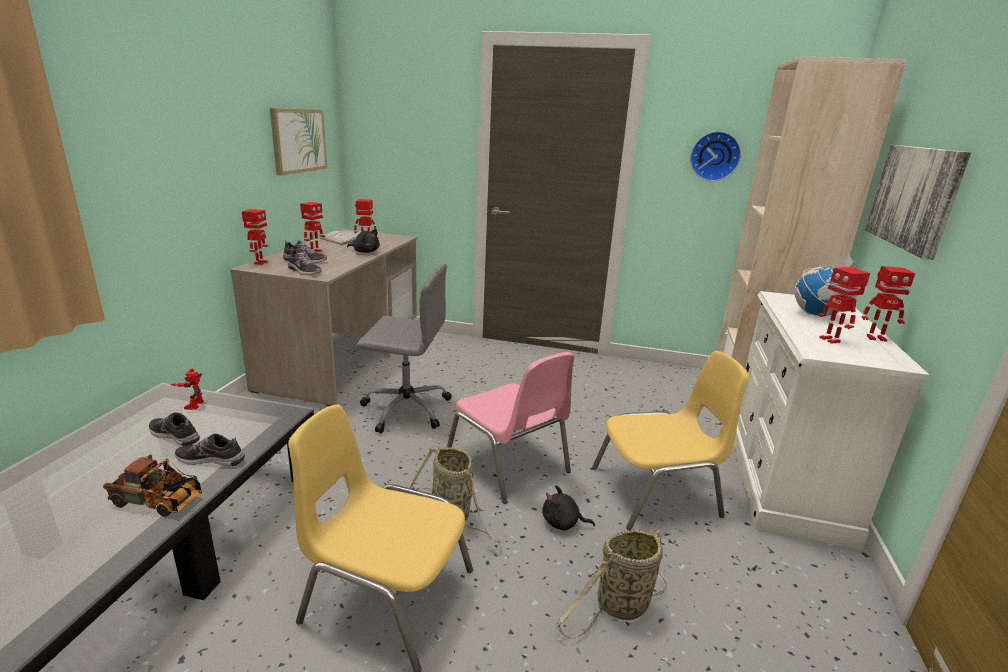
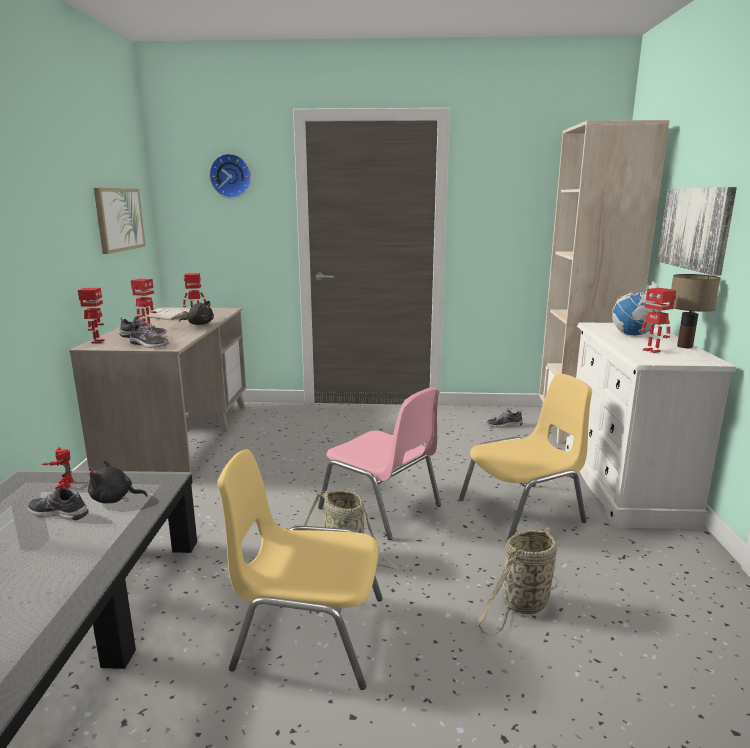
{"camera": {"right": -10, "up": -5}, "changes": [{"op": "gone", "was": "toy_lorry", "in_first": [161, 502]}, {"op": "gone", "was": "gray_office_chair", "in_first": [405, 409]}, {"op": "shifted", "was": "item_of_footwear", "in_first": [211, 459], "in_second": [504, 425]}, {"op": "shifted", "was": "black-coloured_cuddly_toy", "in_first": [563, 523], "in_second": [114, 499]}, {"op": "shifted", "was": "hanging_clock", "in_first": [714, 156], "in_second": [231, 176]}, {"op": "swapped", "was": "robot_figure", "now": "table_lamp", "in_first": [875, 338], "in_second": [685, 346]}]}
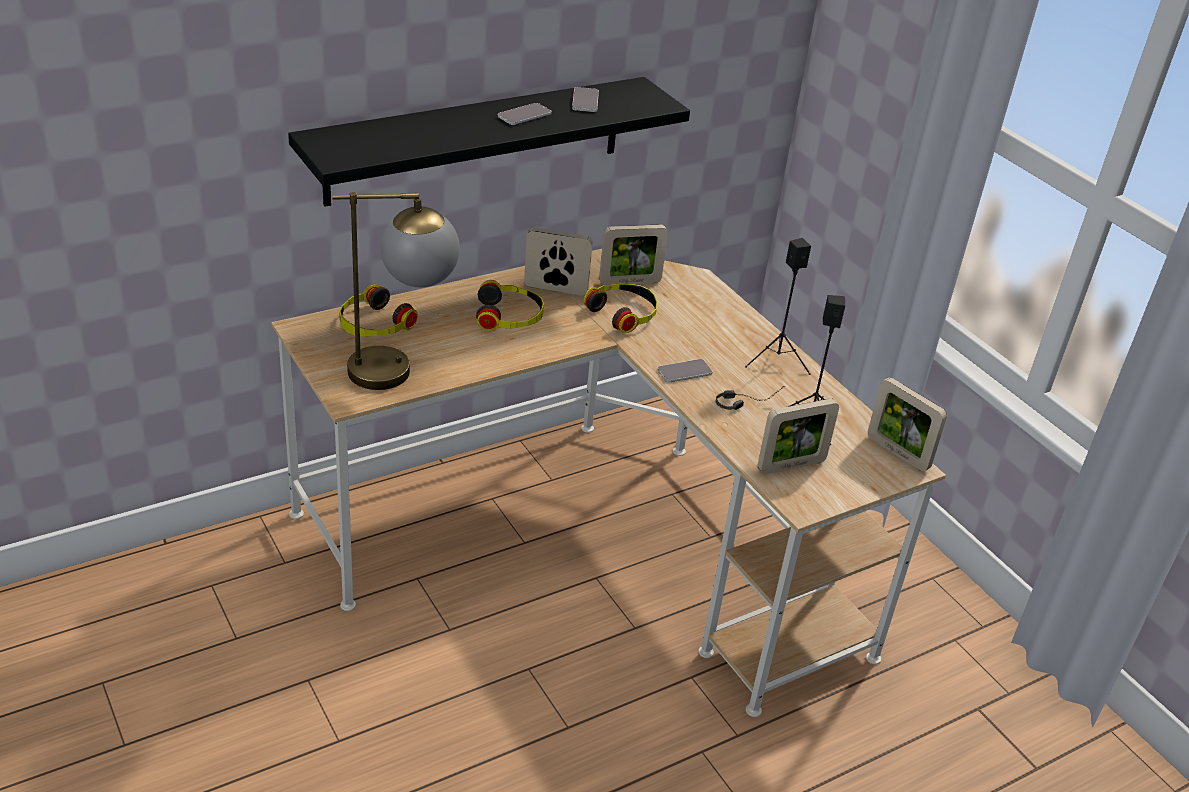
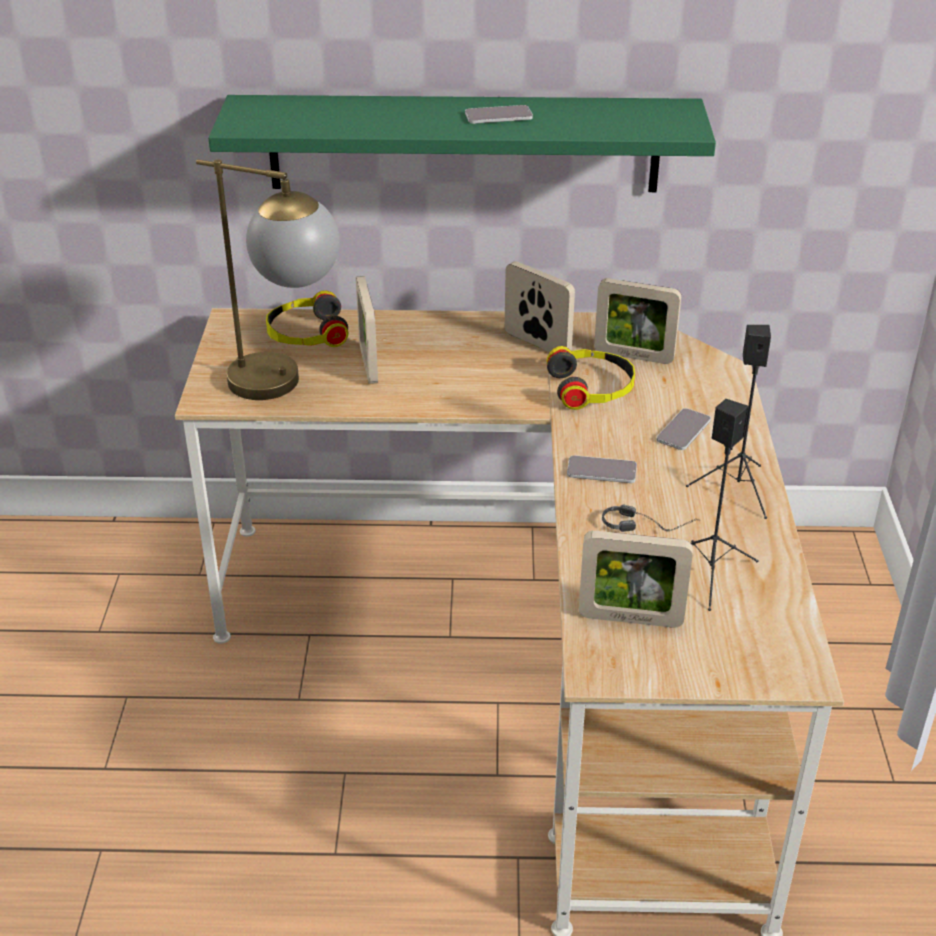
{"camera": {"right": 35, "up": 0}, "changes": [{"op": "gone", "was": "headphones", "in_first": [509, 316]}, {"op": "shifted", "was": "phone", "in_first": [585, 101], "in_second": [683, 430]}, {"op": "shifted", "was": "standing_frame", "in_first": [897, 453], "in_second": [368, 364]}, {"op": "repainted", "was": "black-coloured_bracket_shelf", "now": "green-coloured_bracket_shelf", "in_first": [477, 140], "in_second": [464, 143]}]}
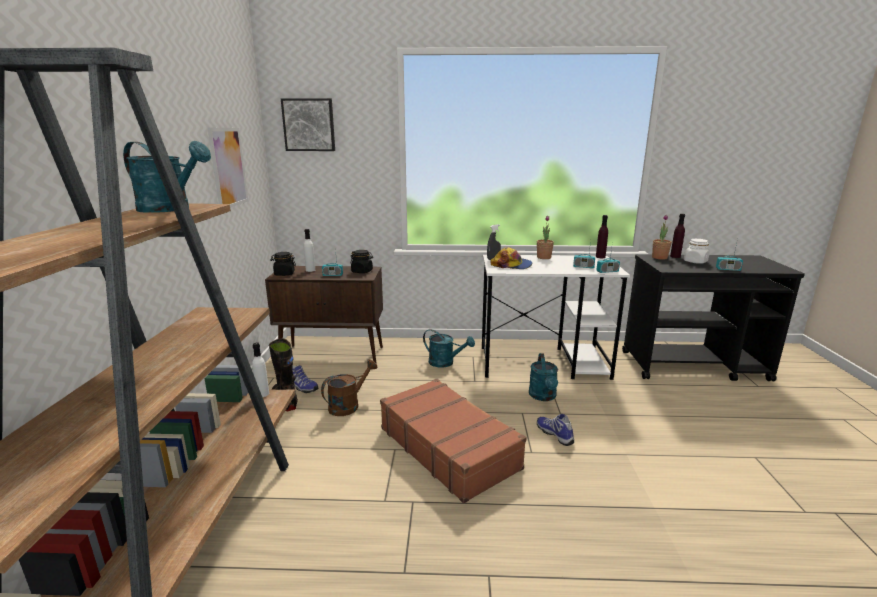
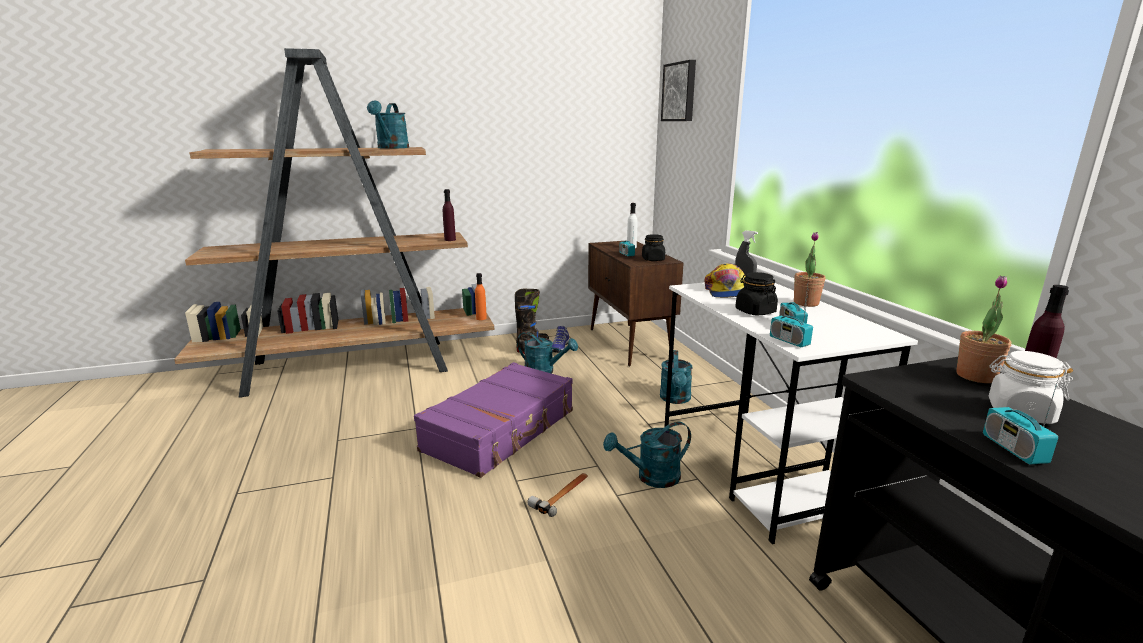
{"camera": {"right": 70, "up": 0}, "changes": [{"op": "gone", "was": "picture", "in_first": [228, 167]}, {"op": "shifted", "was": "black-coloured_preserve_jar", "in_first": [284, 274], "in_second": [755, 311]}, {"op": "shifted", "was": "purplish_bottle", "in_first": [600, 257], "in_second": [450, 240]}, {"op": "swapped", "was": "item_of_footwear", "now": "hammer", "in_first": [555, 434], "in_second": [562, 495]}, {"op": "repainted", "was": "white-coloured_bottle", "now": "orange-coloured_bottle", "in_first": [262, 394], "in_second": [481, 318]}, {"op": "repainted", "was": "brown_sprinkling_can", "now": "turquoise_sprinkling_can", "in_first": [348, 405], "in_second": [544, 371]}, {"op": "repainted", "was": "brown_piece_of_luggage", "now": "purplish_piece_of_luggage", "in_first": [448, 447], "in_second": [501, 430]}]}
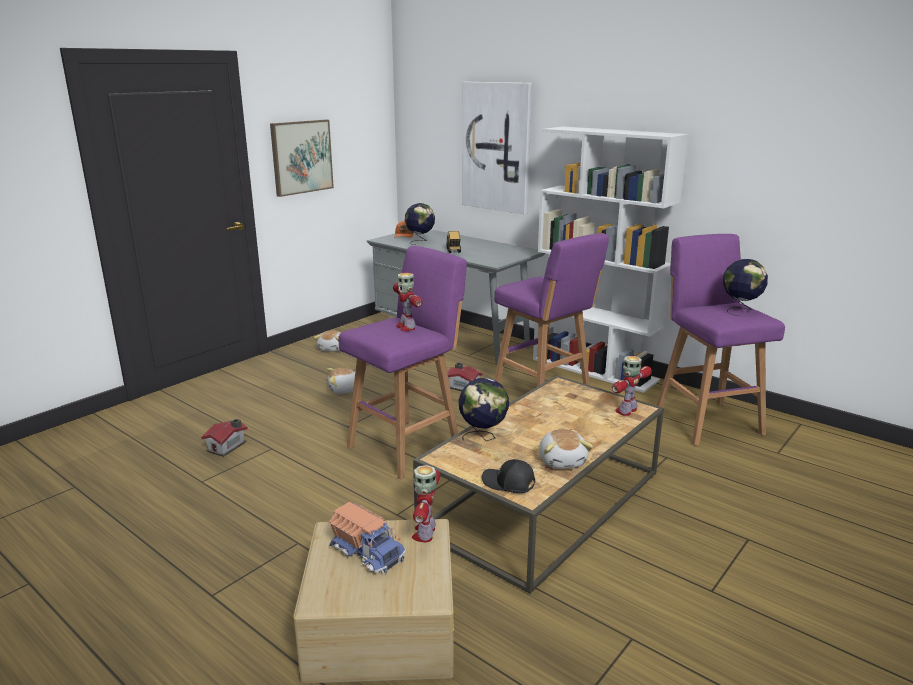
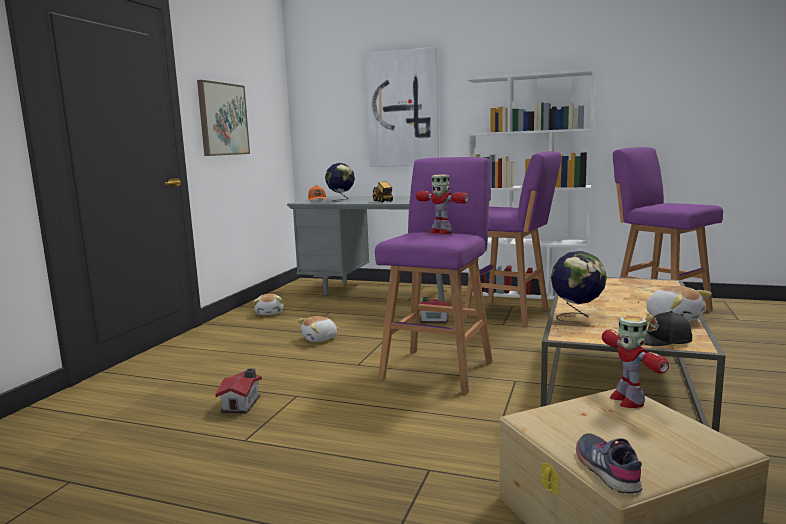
{"camera": {"right": -20, "up": -10}, "changes": [{"op": "gone", "was": "toy_lorry", "in_first": [368, 551]}, {"op": "gone", "was": "robot_figure", "in_first": [627, 410]}, {"op": "gone", "was": "world_globe", "in_first": [740, 310]}, {"op": "new", "now": "gray_item_of_footwear", "in_second": [607, 470]}]}
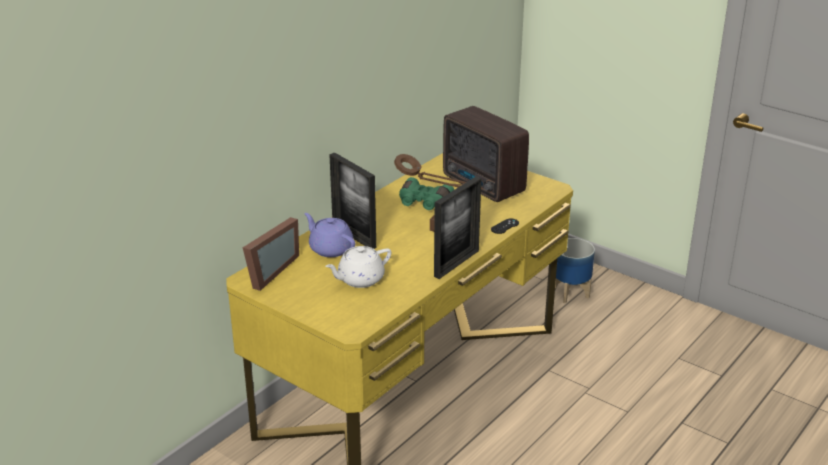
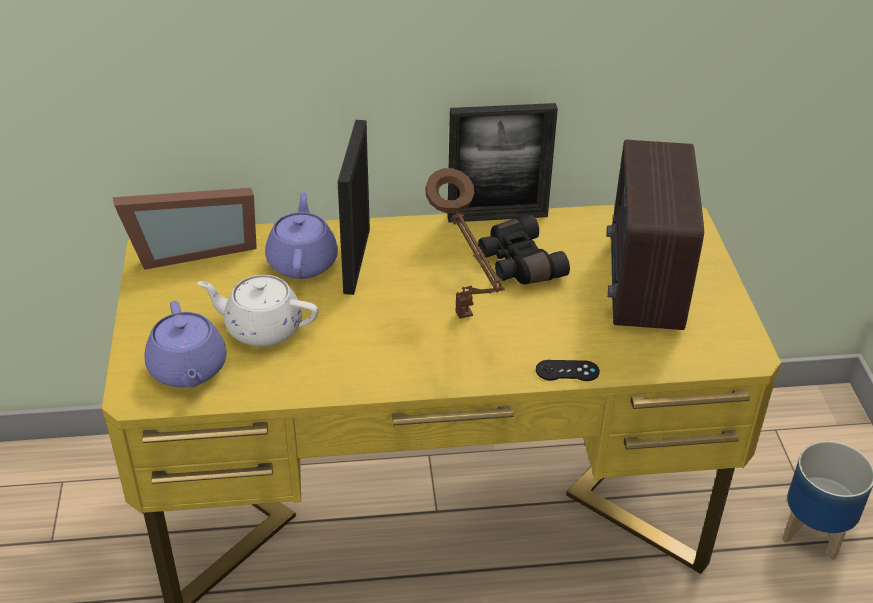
{"camera": {"right": 45, "up": 10}, "changes": [{"op": "new", "now": "purplish_tea_pot", "in_second": [188, 370]}, {"op": "shifted", "was": "standing_frame", "in_first": [456, 263], "in_second": [497, 216]}, {"op": "repainted", "was": "green-coloured_field_glasses", "now": "black-coloured_field_glasses", "in_first": [423, 203], "in_second": [518, 264]}]}
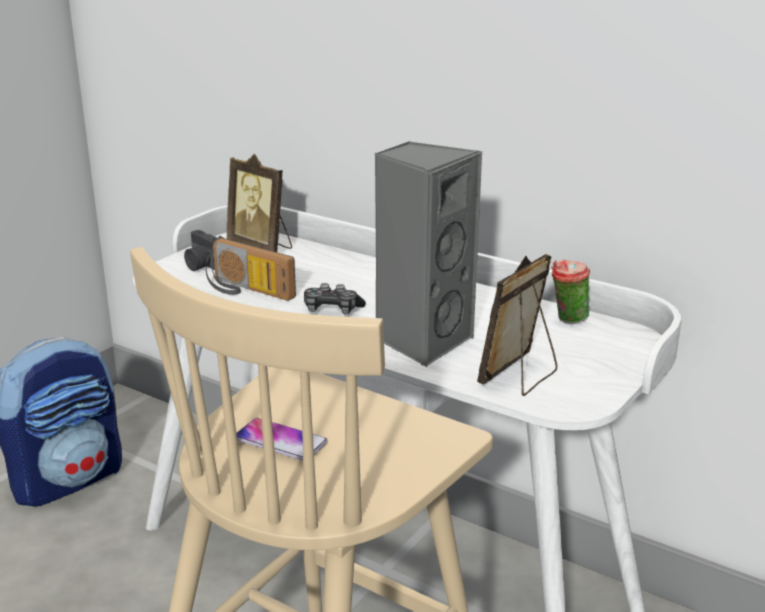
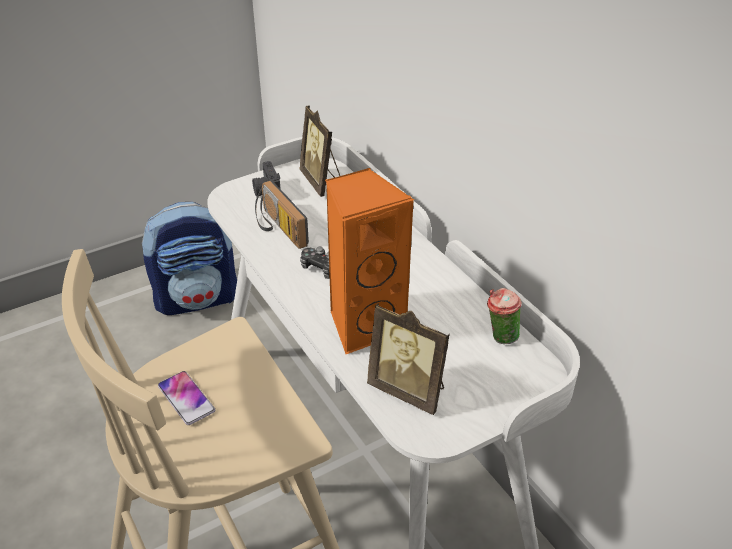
{"camera": {"right": 25, "up": 15}, "changes": [{"op": "repainted", "was": "gray_audio_speaker", "now": "orange-coloured_audio_speaker", "in_first": [422, 341], "in_second": [364, 325]}, {"op": "rotated", "was": "standing_frame", "in_first": [520, 377], "in_second": [409, 390], "clockwise": -120}]}
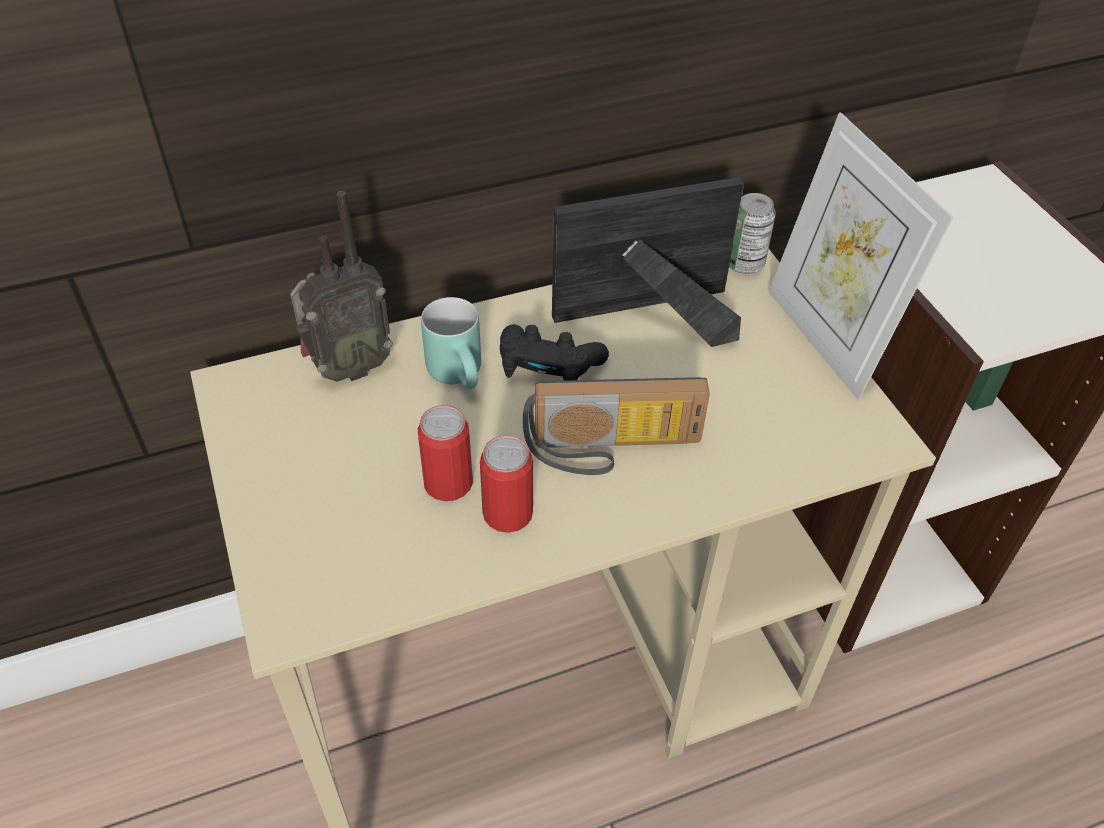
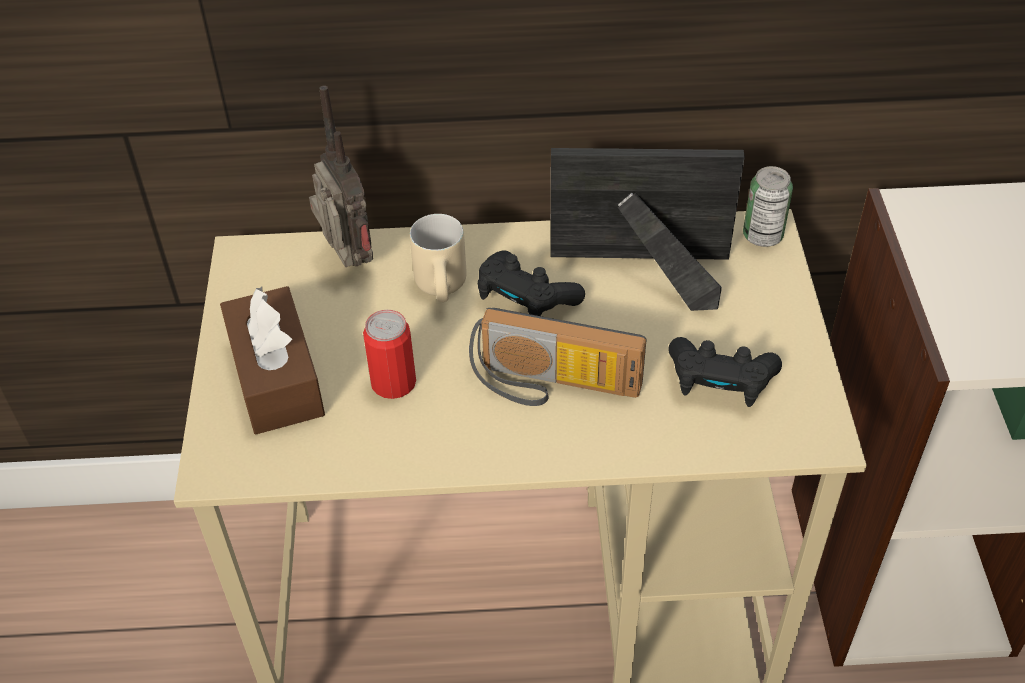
{"camera": {"right": 20, "up": 0}, "changes": [{"op": "gone", "was": "can", "in_first": [507, 513]}, {"op": "gone", "was": "standing_frame", "in_first": [826, 338]}, {"op": "new", "now": "brown_tissue_box", "in_second": [276, 377]}, {"op": "new", "now": "black-coloured_joypad", "in_second": [720, 382]}, {"op": "repainted", "was": "turquoise_tea_mug", "now": "sand-coloured_tea_mug", "in_first": [462, 375], "in_second": [445, 289]}, {"op": "rotated", "was": "radio_set", "in_first": [348, 369], "in_second": [347, 261], "clockwise": -105}]}
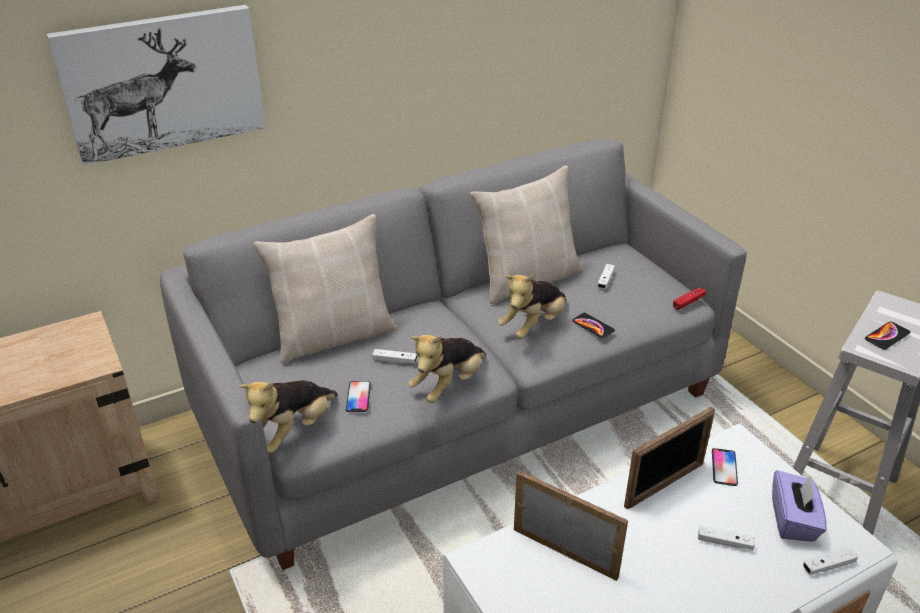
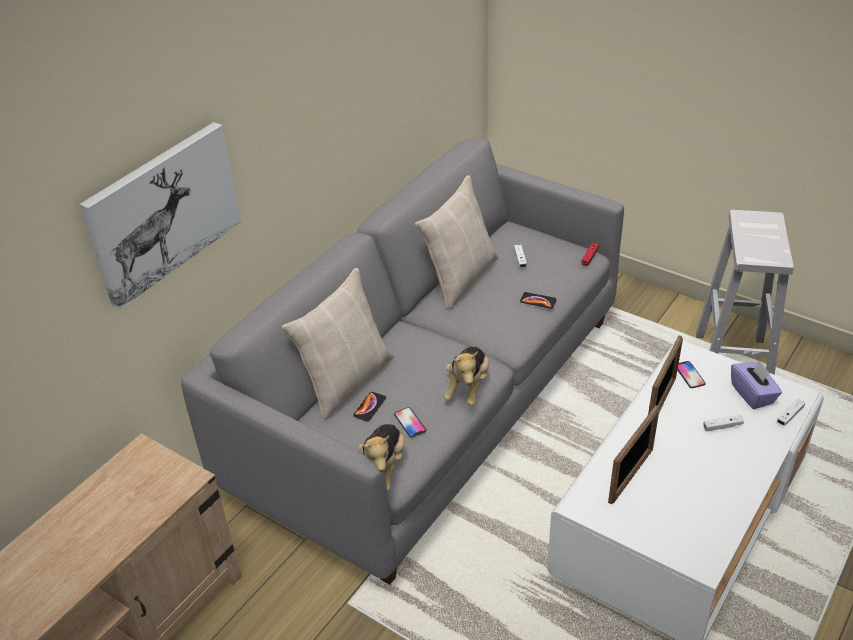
{"camera": {"right": -25, "up": 5}, "changes": [{"op": "gone", "was": "white-coloured_joypad", "in_first": [394, 361]}, {"op": "gone", "was": "cuddly_toy", "in_first": [534, 325]}, {"op": "shifted", "was": "phone", "in_first": [887, 336], "in_second": [369, 407]}, {"op": "rotated", "was": "standing_frame", "in_first": [565, 552], "in_second": [631, 475], "clockwise": 120}]}
